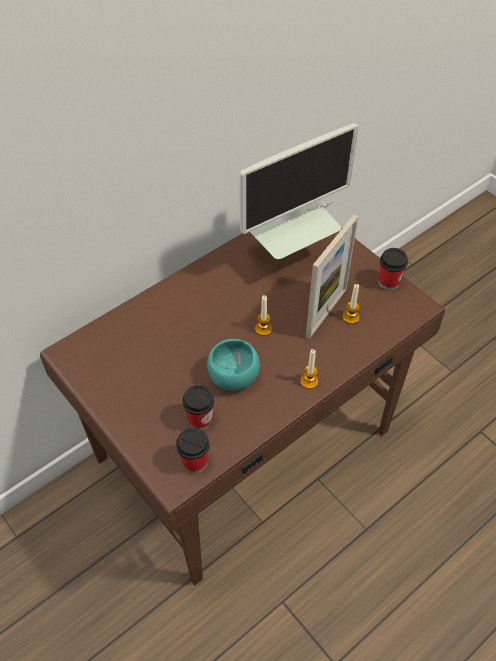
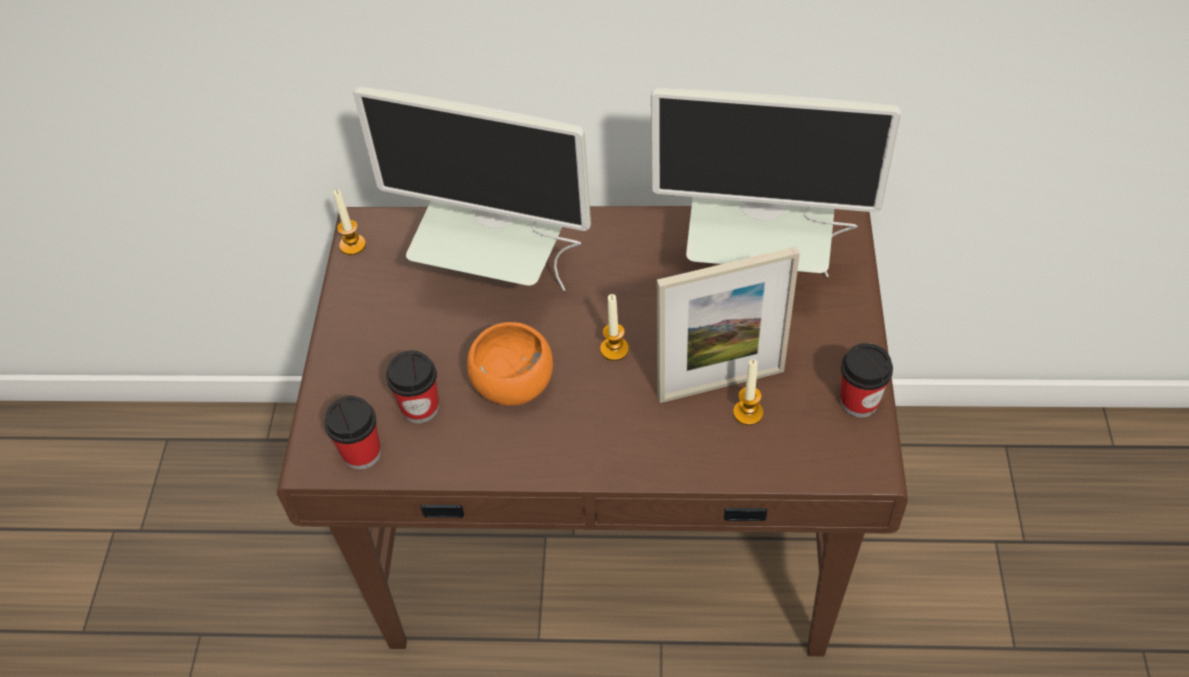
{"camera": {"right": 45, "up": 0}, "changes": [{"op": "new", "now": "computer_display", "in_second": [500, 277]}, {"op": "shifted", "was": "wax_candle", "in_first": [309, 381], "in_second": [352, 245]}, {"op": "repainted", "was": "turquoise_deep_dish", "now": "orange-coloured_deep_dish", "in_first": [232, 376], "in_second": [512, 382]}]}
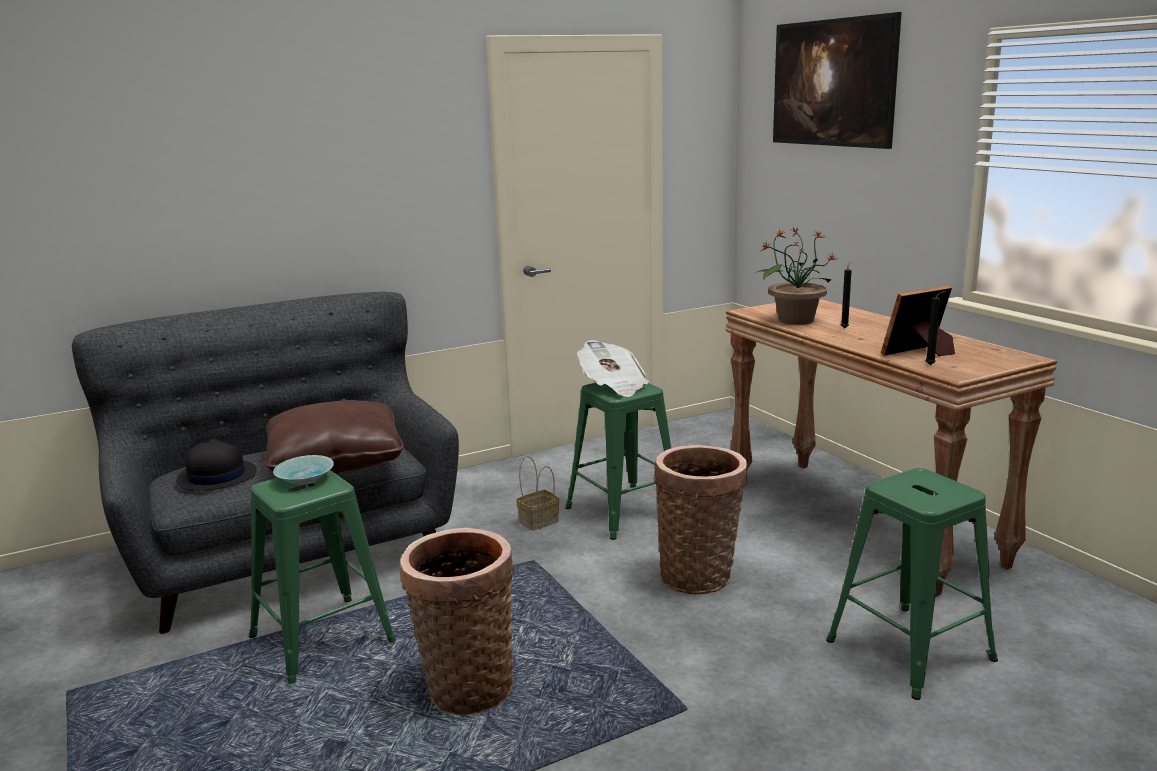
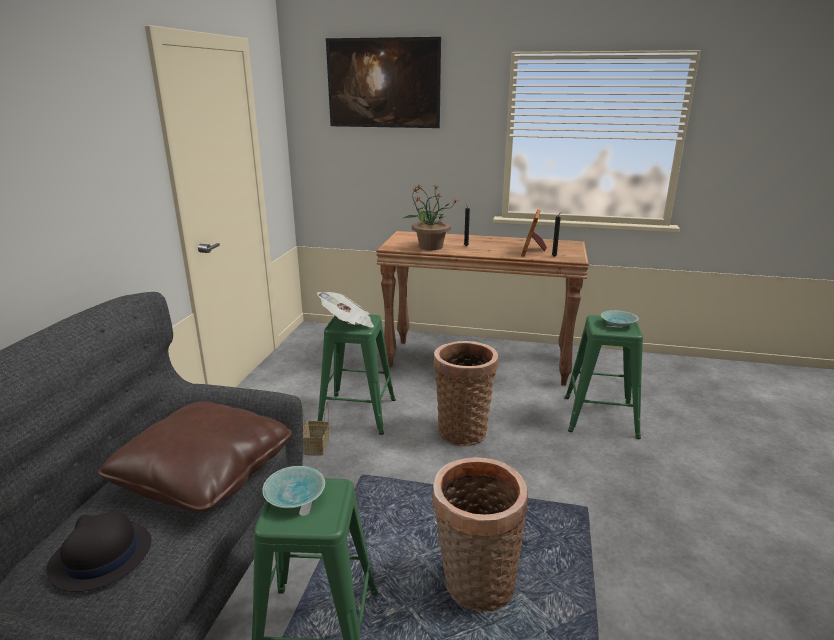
{"camera": {"right": -50, "up": 5}, "changes": [{"op": "new", "now": "turquoise_deep_dish", "in_second": [617, 324]}]}
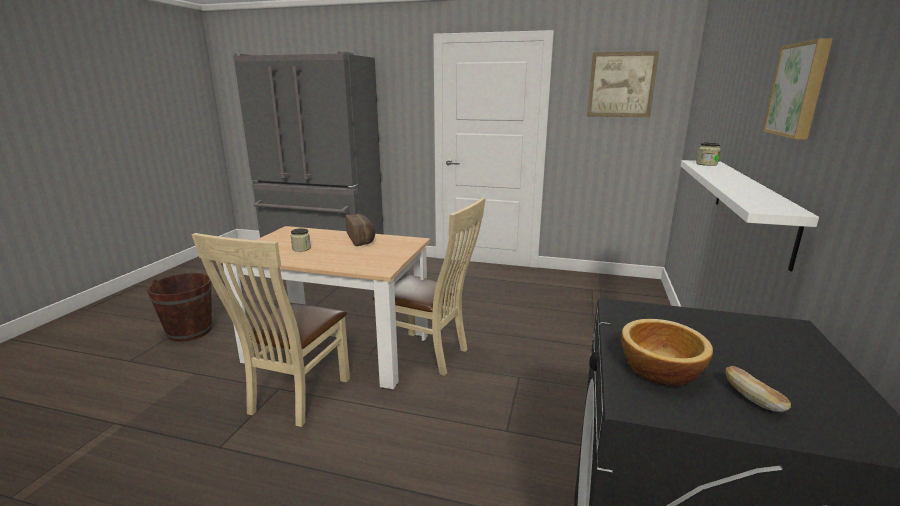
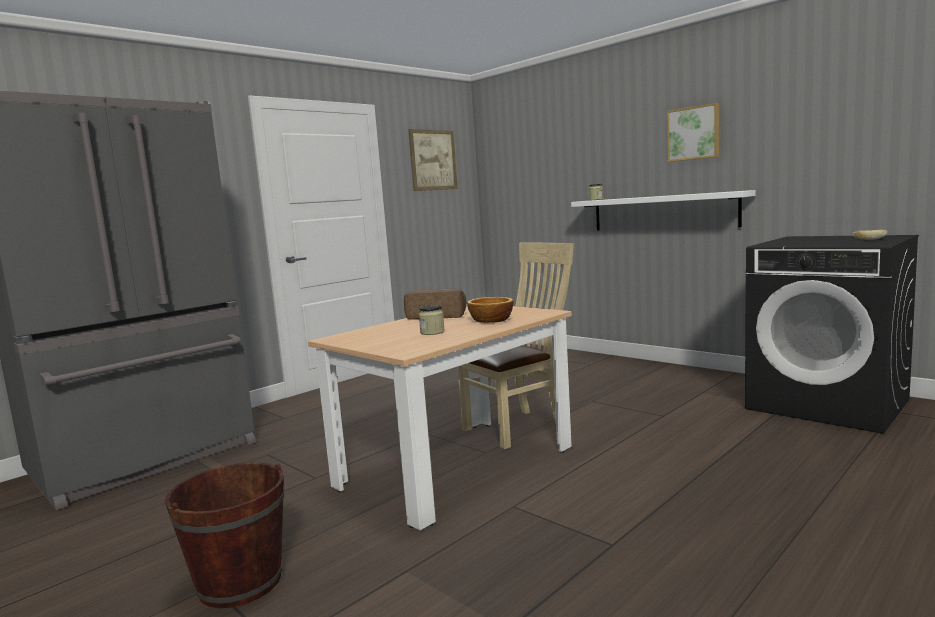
{"camera": {"right": -60, "up": -10}, "changes": [{"op": "gone", "was": "sand-coloured_chair", "in_first": [295, 398]}, {"op": "shifted", "was": "deep_dish", "in_first": [658, 369], "in_second": [490, 320]}]}
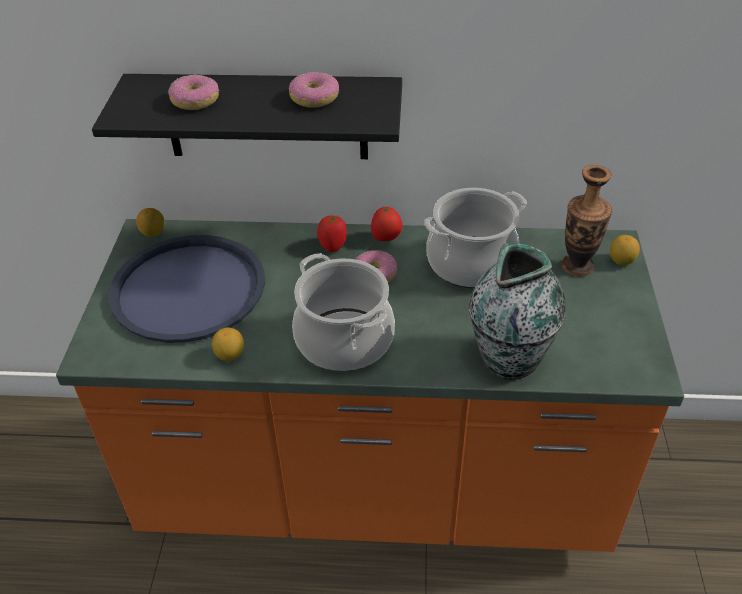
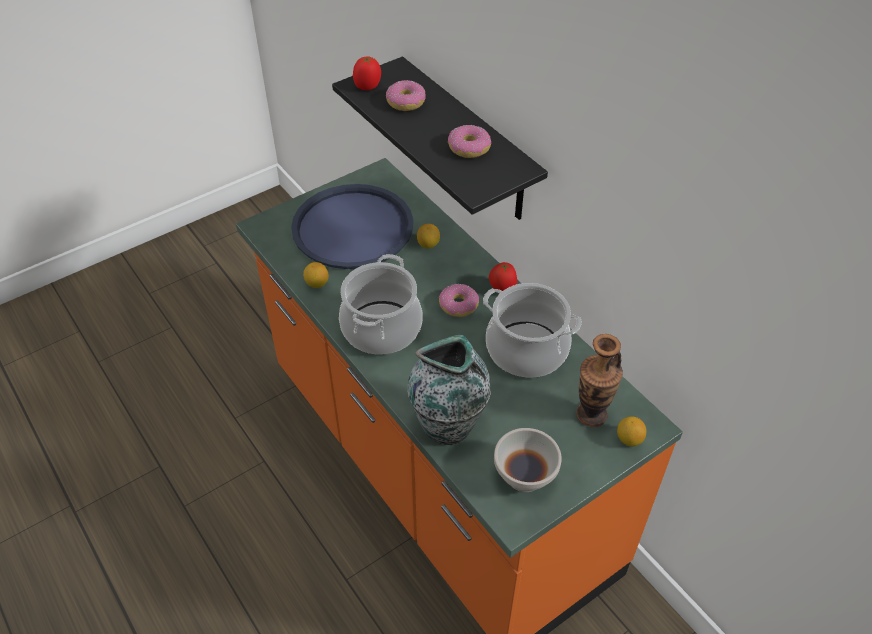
{"camera": {"right": 50, "up": 5}, "changes": [{"op": "new", "now": "white-coloured_deep_dish", "in_second": [524, 475]}, {"op": "shifted", "was": "whole_lemon", "in_first": [153, 233], "in_second": [428, 245]}, {"op": "shifted", "was": "fresh_tomato", "in_first": [333, 246], "in_second": [368, 86]}]}
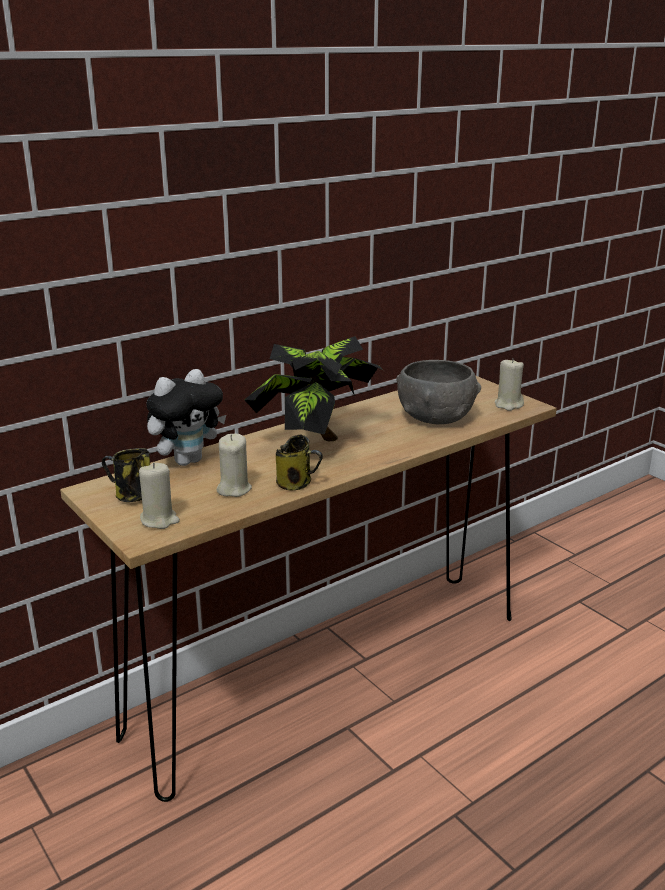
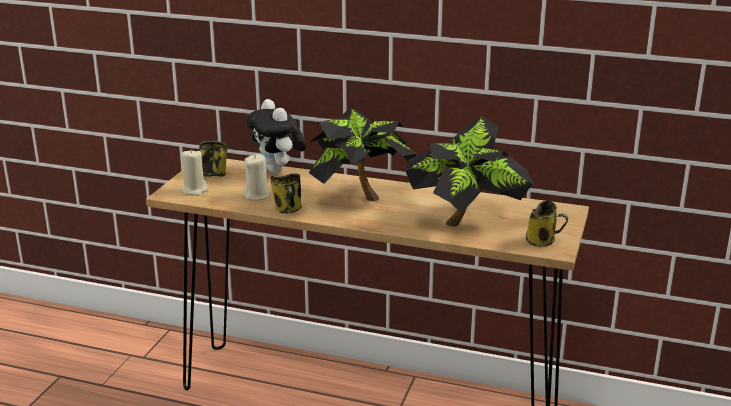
{"camera": {"right": 55, "up": 0}, "changes": [{"op": "swapped", "was": "gray_deep_dish", "now": "potted_plant", "in_first": [435, 418], "in_second": [466, 221]}, {"op": "swapped", "was": "sand-coloured_wax_candle", "now": "tea_mug", "in_first": [508, 405], "in_second": [542, 241]}, {"op": "rotated", "was": "cuddly_toy", "in_first": [188, 460], "in_second": [278, 171], "clockwise": 45}]}
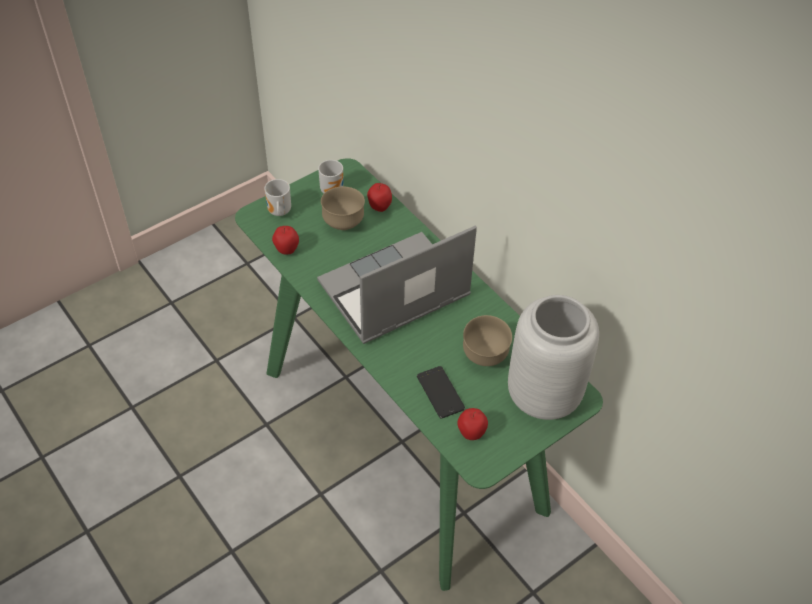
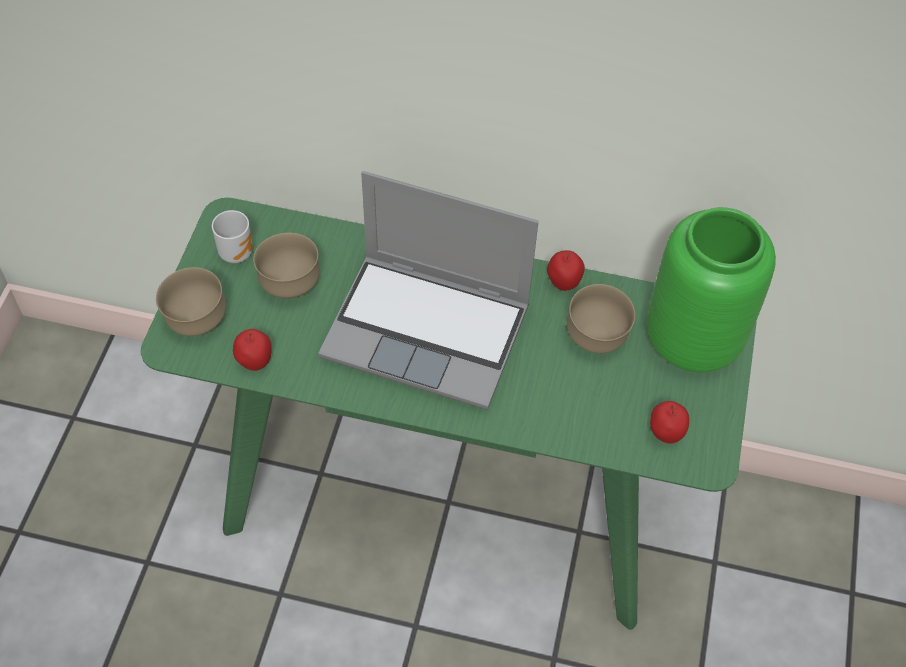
{"camera": {"right": -40, "up": 5}, "changes": [{"op": "gone", "was": "phone", "in_first": [440, 392]}, {"op": "shifted", "was": "apple_fruit", "in_first": [379, 207], "in_second": [563, 284]}, {"op": "swapped", "was": "tea_mug", "now": "brown_deep_dish", "in_first": [278, 212], "in_second": [196, 322]}, {"op": "repainted", "was": "gray_flower_vase", "now": "green-coloured_flower_vase", "in_first": [542, 396], "in_second": [691, 342]}, {"op": "rotated", "was": "notebook_computer", "in_first": [393, 292], "in_second": [429, 331], "clockwise": -90}]}
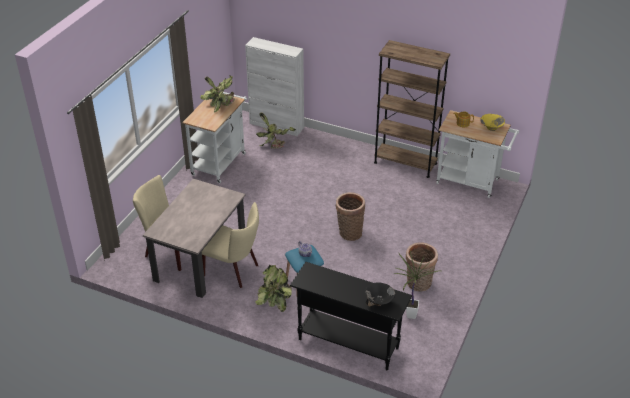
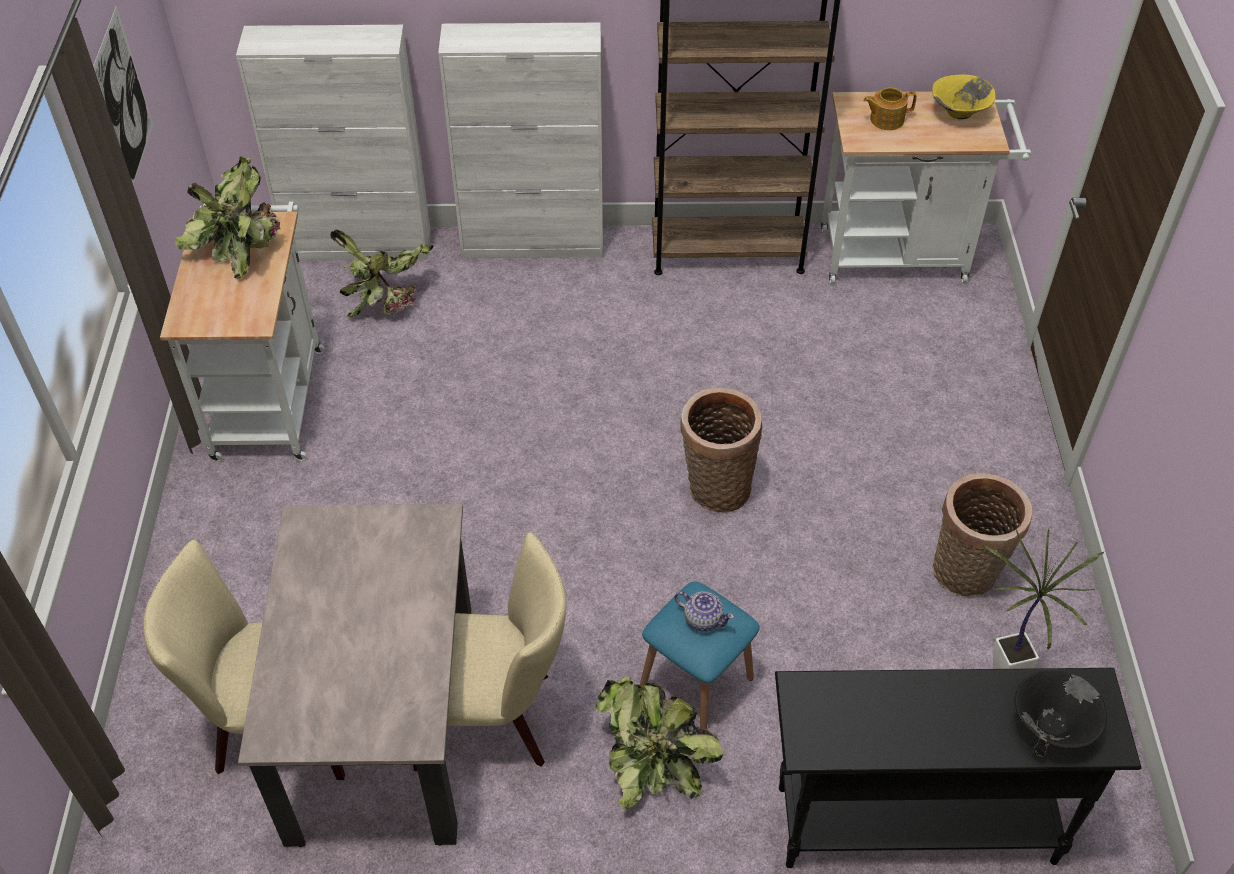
{"camera": {"right": -25, "up": 10}, "changes": [{"op": "new", "now": "picture", "in_second": [123, 99]}, {"op": "new", "now": "white-coloured_cupboard", "in_second": [533, 243]}]}
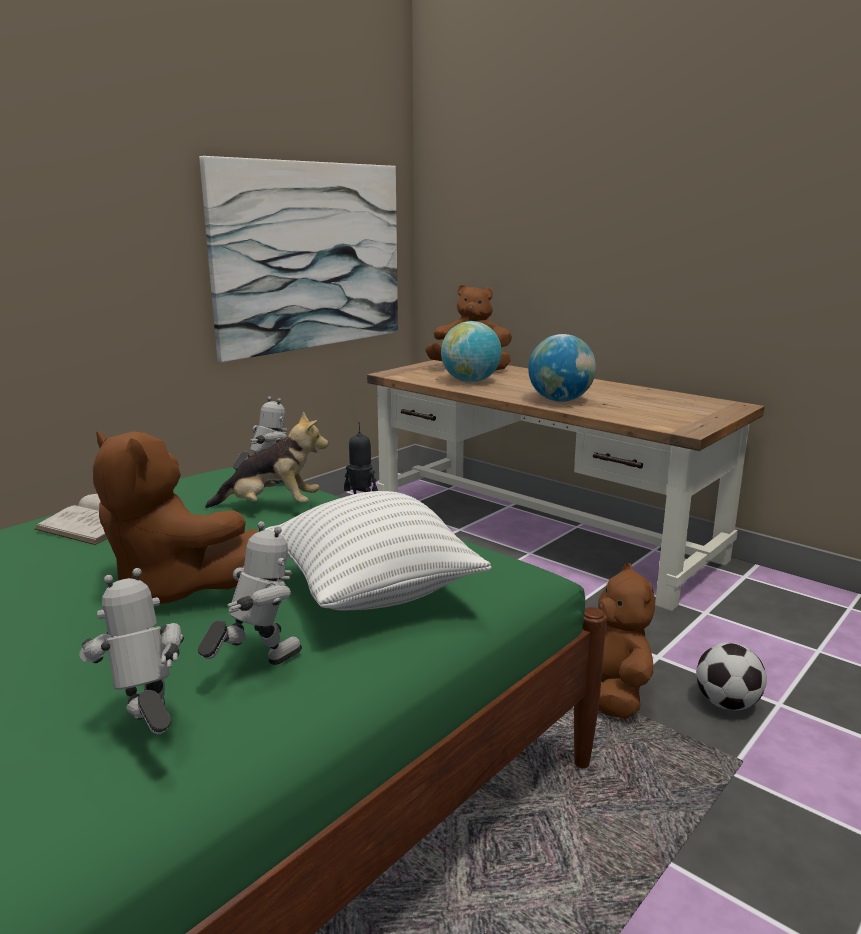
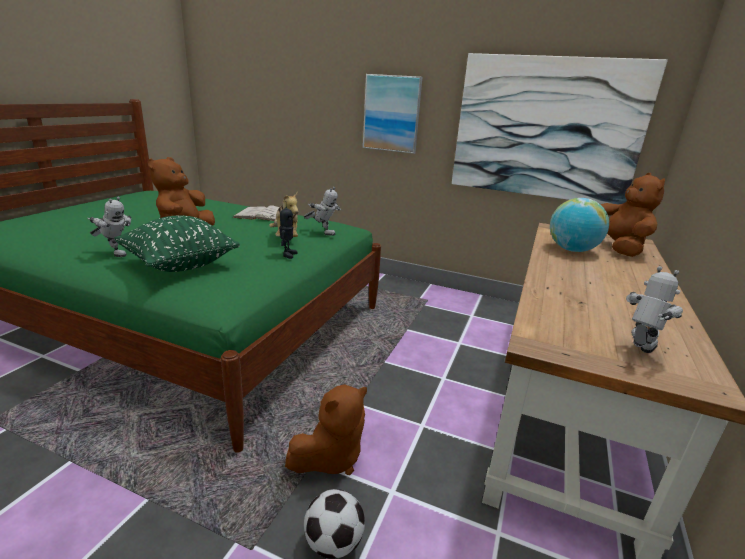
{"camera": {"right": 70, "up": 5}, "changes": [{"op": "gone", "was": "world_globe", "in_first": [560, 400]}, {"op": "new", "now": "picture", "in_second": [391, 114]}, {"op": "shifted", "was": "robot_figure", "in_first": [149, 733], "in_second": [637, 352]}, {"op": "repainted", "was": "white-coloured_pillow", "now": "green-coloured_pillow", "in_first": [373, 593], "in_second": [180, 265]}]}
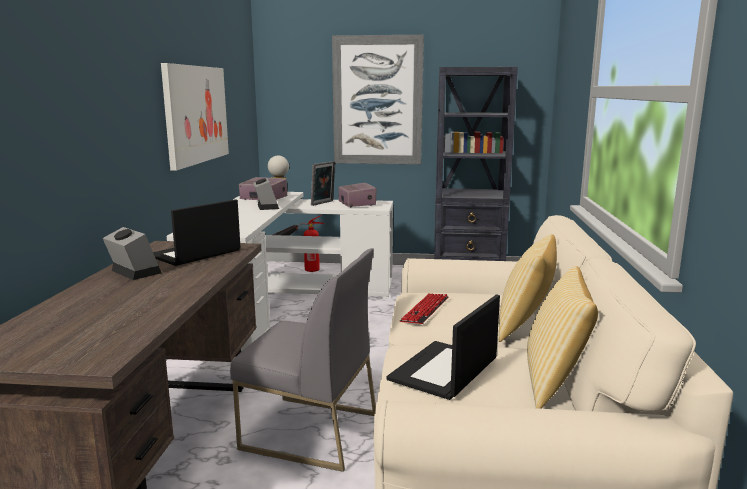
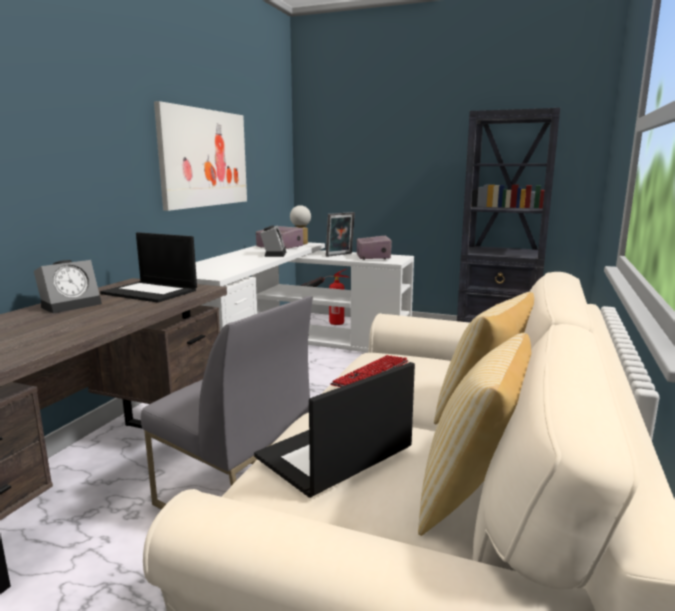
{"camera": {"right": 15, "up": 0}, "changes": [{"op": "gone", "was": "picture", "in_first": [377, 101]}, {"op": "rotated", "was": "table_clock", "in_first": [132, 272], "in_second": [72, 305], "clockwise": 75}, {"op": "rotated", "was": "notebook_computer", "in_first": [195, 254], "in_second": [151, 292], "clockwise": -120}]}
